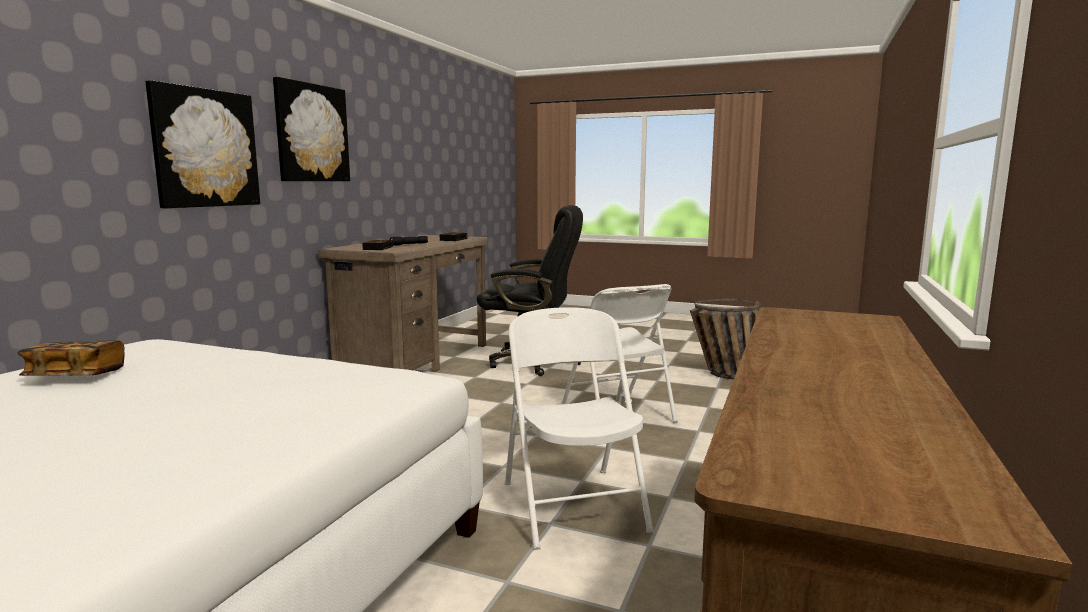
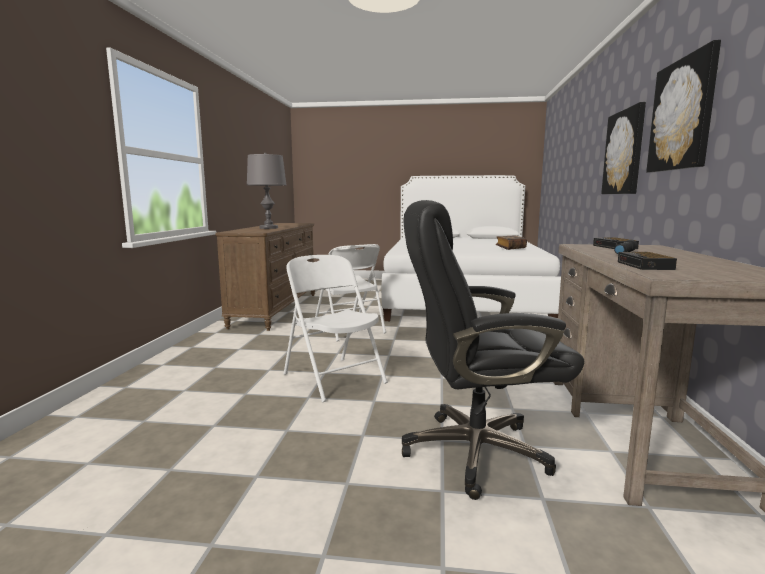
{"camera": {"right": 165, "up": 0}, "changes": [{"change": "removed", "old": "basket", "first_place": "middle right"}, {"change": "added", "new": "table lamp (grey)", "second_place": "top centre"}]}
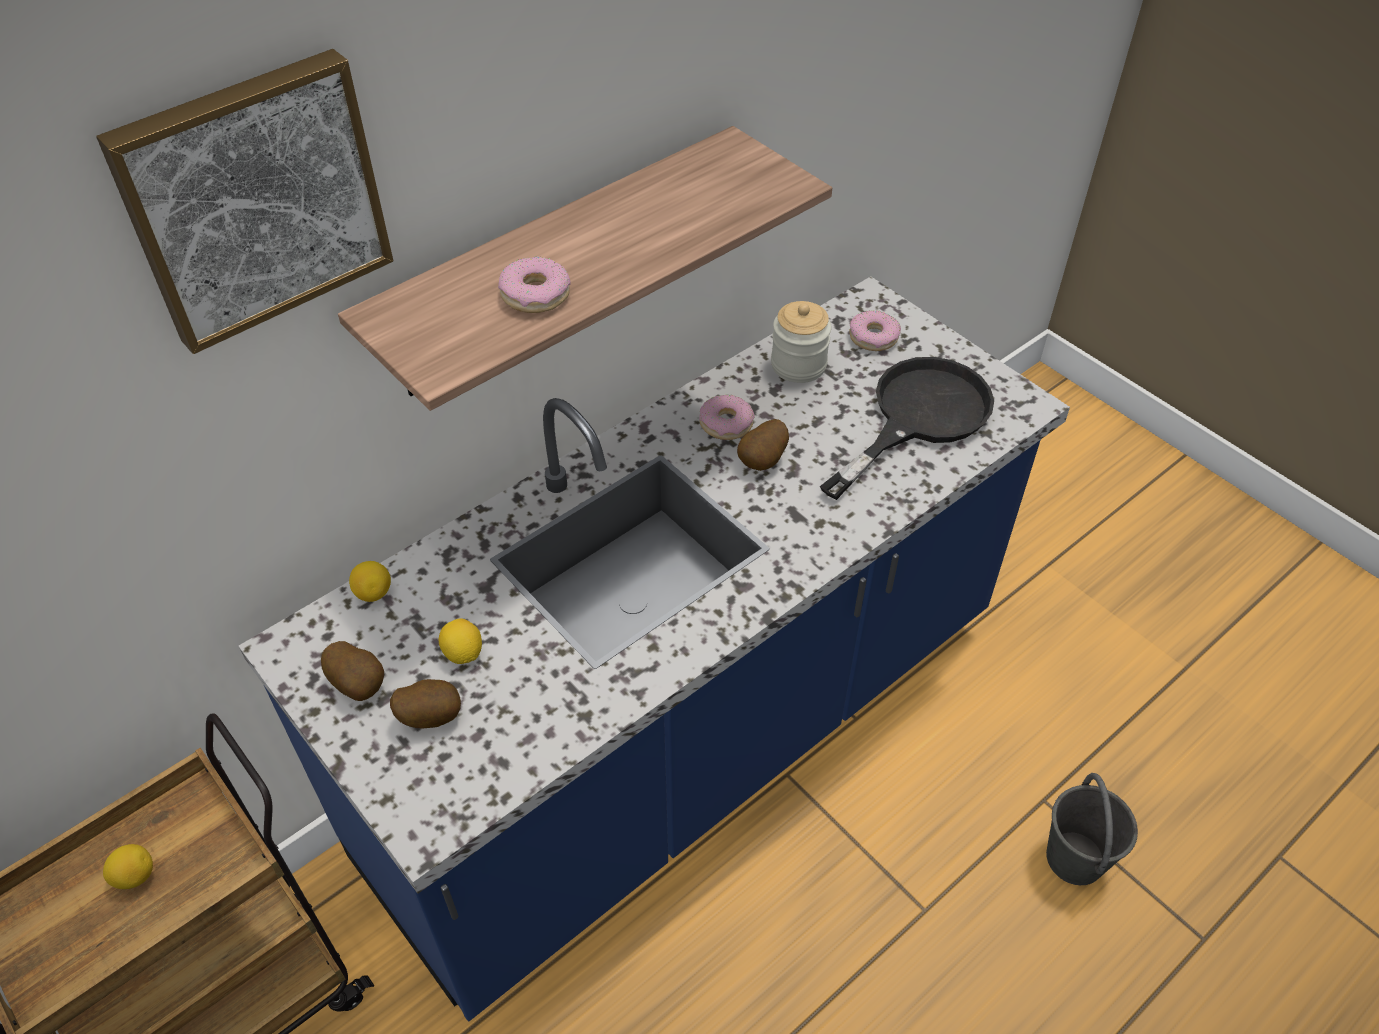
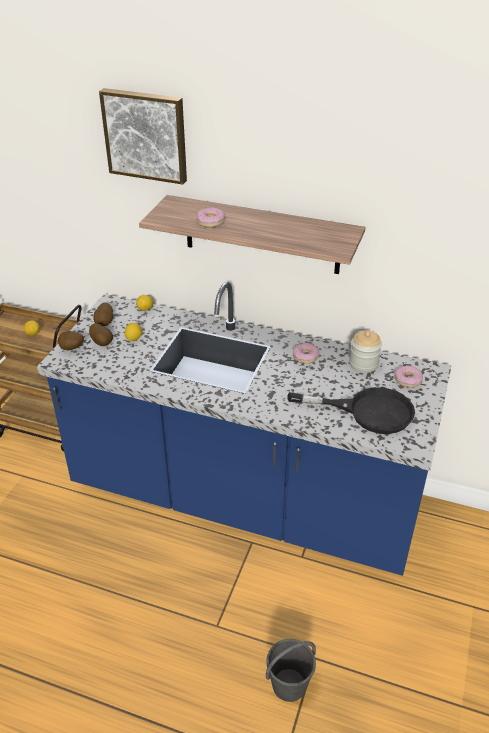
{"camera": {"right": 60, "up": -10}, "changes": [{"change": "moved", "old": "potato (3rd from left in the first image)", "new": "potato (1st from left)", "first_place": "centre", "second_place": "middle left"}]}
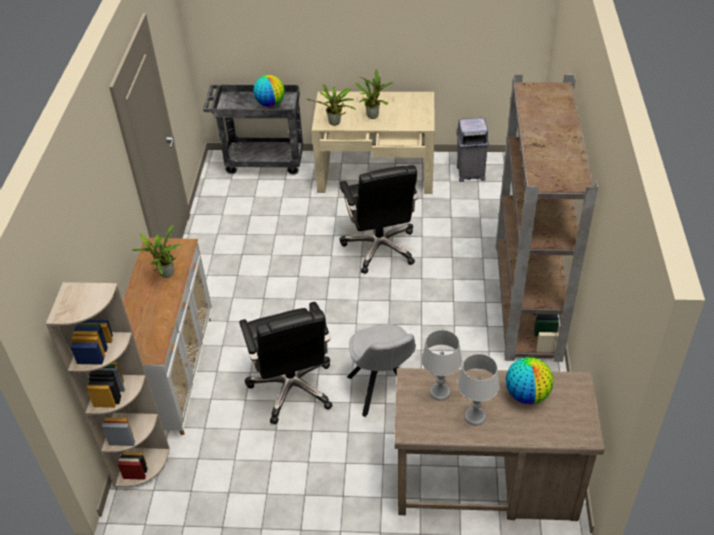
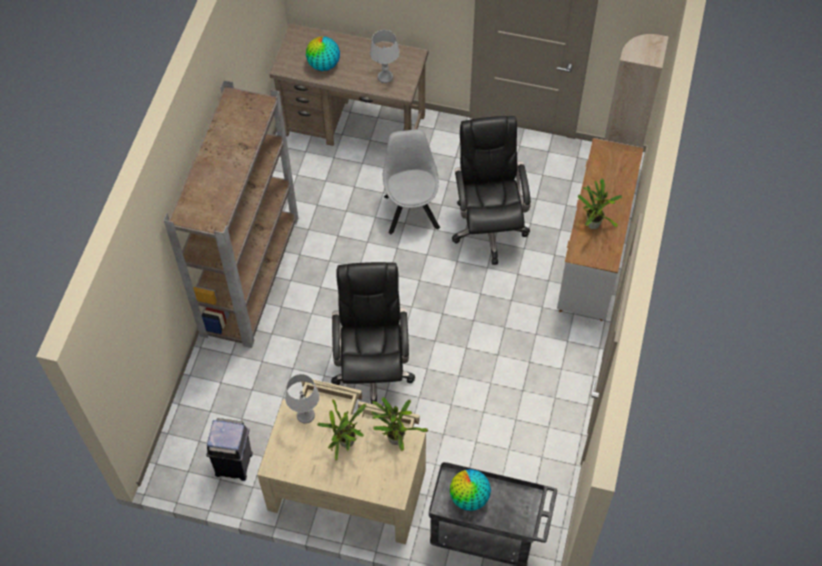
{"camera": {"right": -170, "up": 15}, "changes": [{"change": "moved", "old": "table lamp (grey) (2nd from left in the first image)", "new": "table lamp (grey) (1st from left)", "first_place": "bottom right", "second_place": "bottom centre"}]}
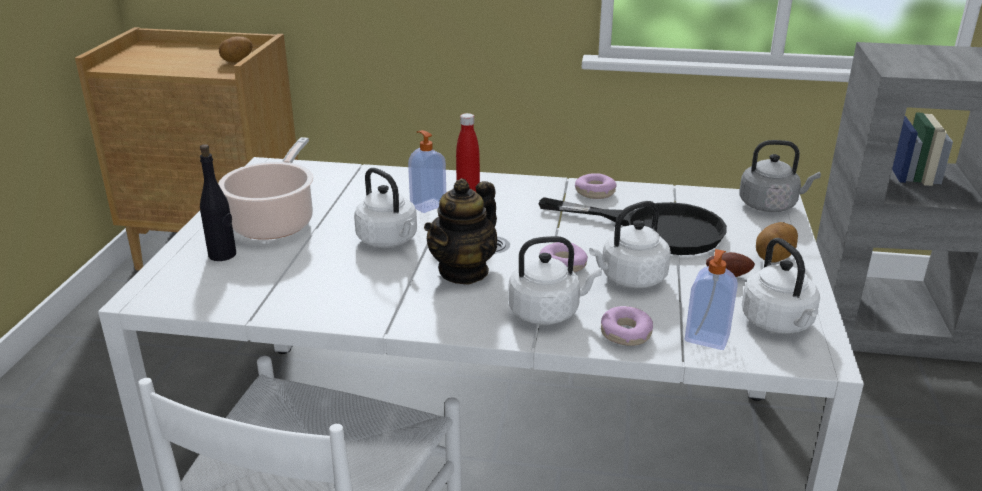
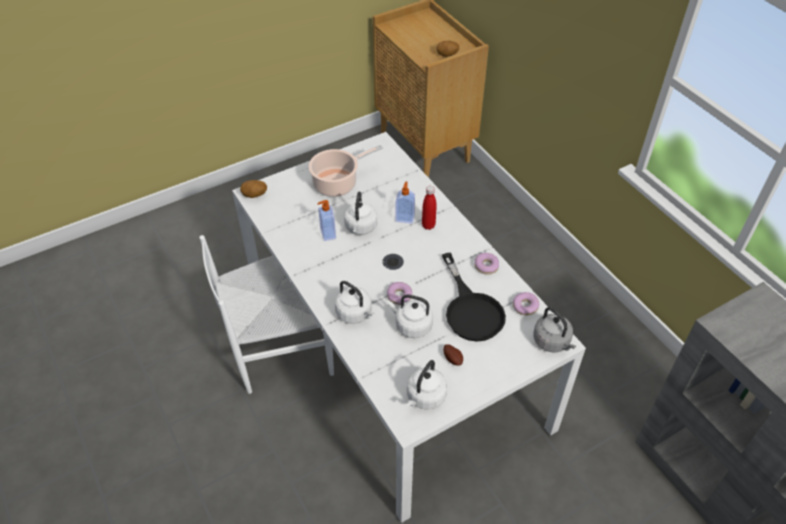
{"camera": {"right": 50, "up": 20}, "changes": [{"change": "removed", "old": "bottle (black)", "first_place": "middle left"}, {"change": "removed", "old": "teapot", "first_place": "centre"}, {"change": "moved", "old": "donut (3rd from left)", "first_place": "centre", "second_place": "middle right"}, {"change": "moved", "old": "soap dispenser (2nd from left in the first image)", "new": "soap dispenser (1st from left)", "first_place": "middle right", "second_place": "centre"}, {"change": "moved", "old": "potato (3rd from left in the first image)", "new": "potato (1st from left)", "first_place": "middle right", "second_place": "middle left"}]}
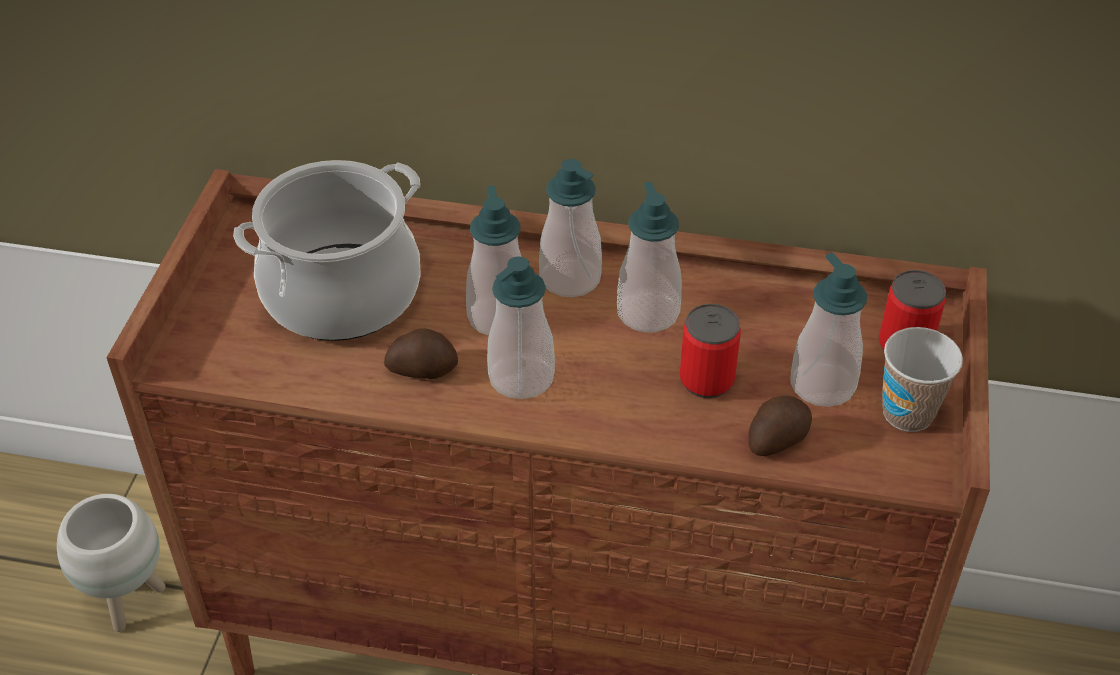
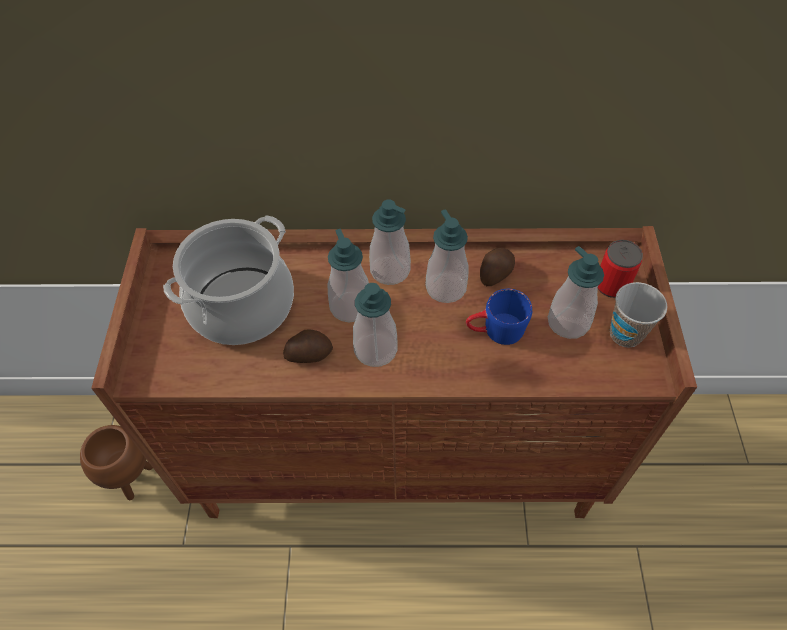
{"camera": {"right": -10, "up": 10}, "changes": [{"change": "recoloured", "old": "planter (white)", "new": "planter (brown)", "first_place": "bottom left", "second_place": "bottom left"}, {"change": "replaced", "old": "can (1st from left)", "new": "mug (blue)", "first_place": "centre", "second_place": "centre"}, {"change": "moved", "old": "potato (2nd from left)", "first_place": "middle right", "second_place": "centre"}]}
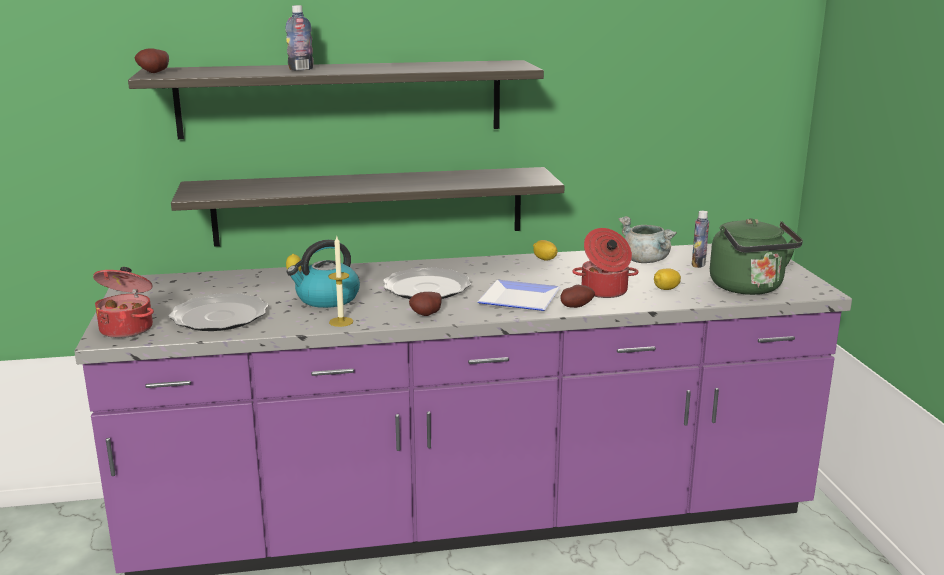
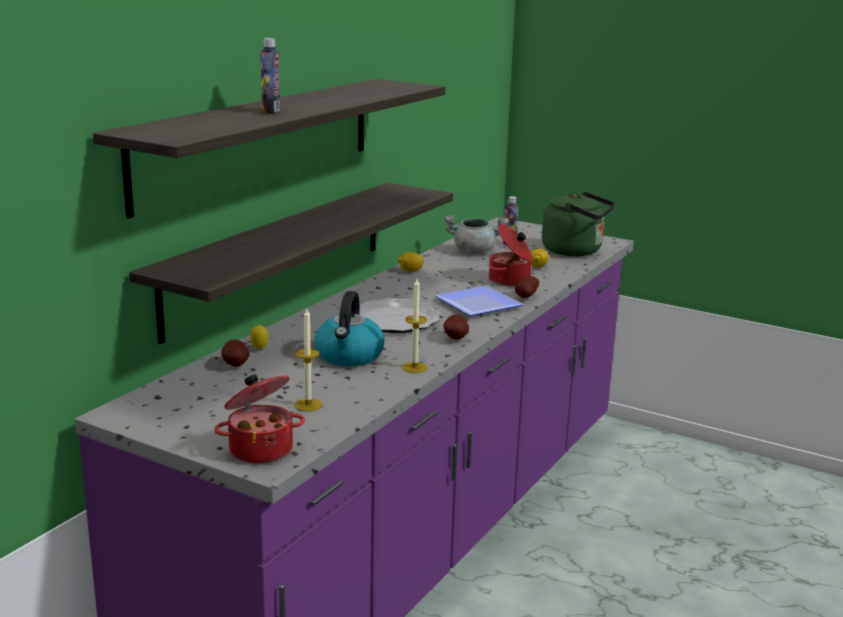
{"camera": {"right": -50, "up": 0}, "changes": [{"change": "moved", "old": "potato (1st from left)", "first_place": "top left", "second_place": "middle left"}, {"change": "replaced", "old": "plate (1st from left)", "new": "candle (1st from left)", "first_place": "middle left", "second_place": "centre"}]}
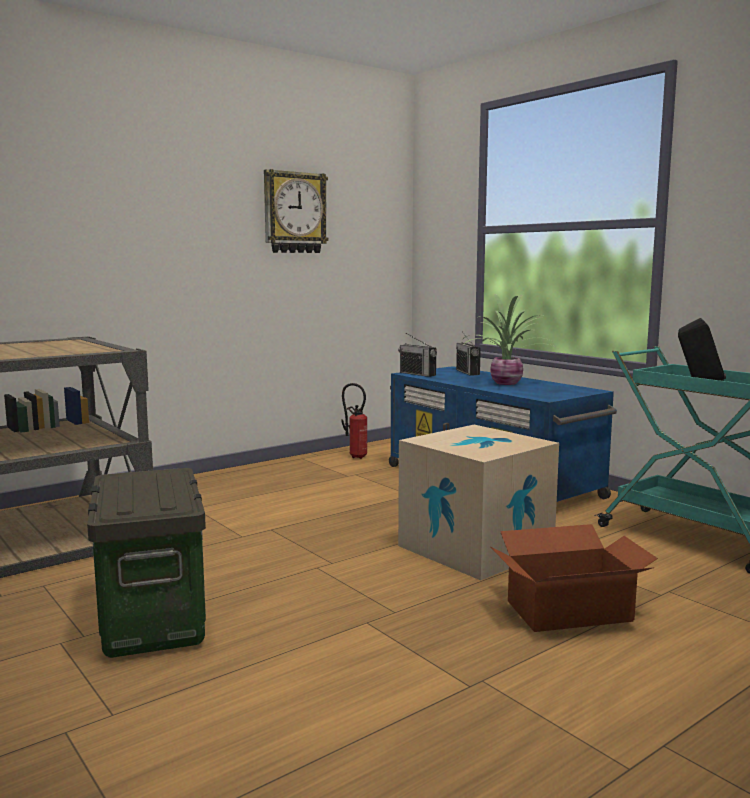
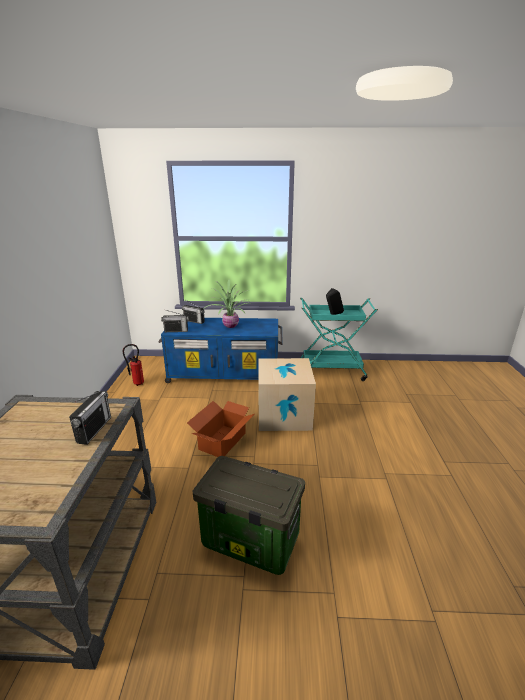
{"camera": {"right": -50, "up": 15}, "changes": [{"change": "removed", "old": "wall clock", "first_place": "top centre"}, {"change": "moved", "old": "cardboard box (2nd from left in the first image)", "new": "cardboard box (1st from left)", "first_place": "bottom right", "second_place": "centre"}, {"change": "added", "new": "radio (1st from left)", "second_place": "middle left"}]}
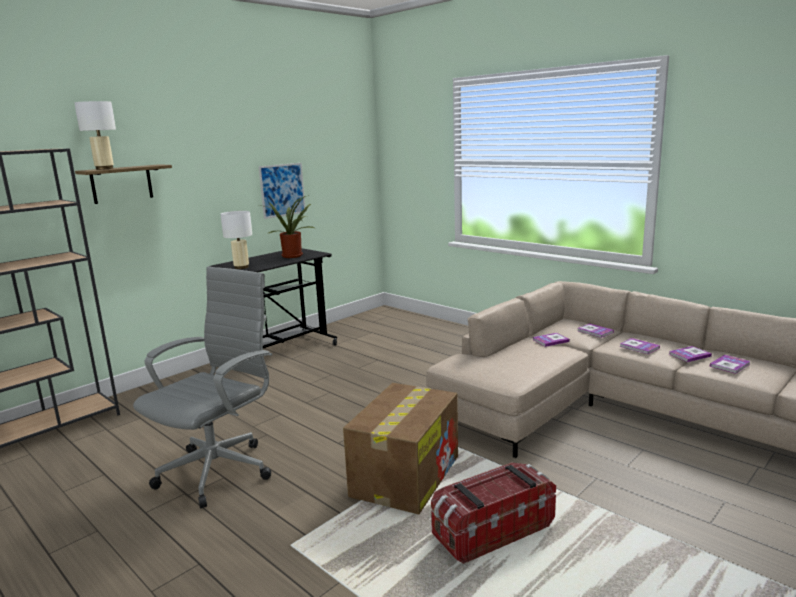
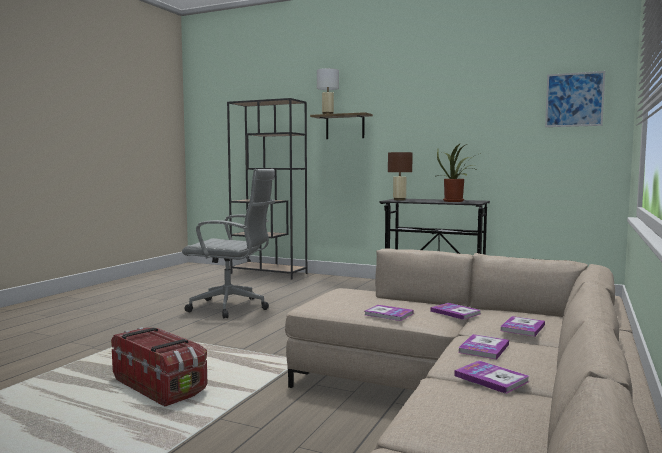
{"camera": {"right": 70, "up": -10}, "changes": [{"change": "recoloured", "old": "table lamp (white) (2nd from left)", "new": "table lamp (brown)", "first_place": "middle left", "second_place": "centre"}, {"change": "moved", "old": "picture", "first_place": "top centre", "second_place": "top right"}, {"change": "removed", "old": "cardboard box", "first_place": "bottom centre"}, {"change": "moved", "old": "book (5th from left in the first image)", "new": "book (1st from left)", "first_place": "middle right", "second_place": "bottom centre"}]}
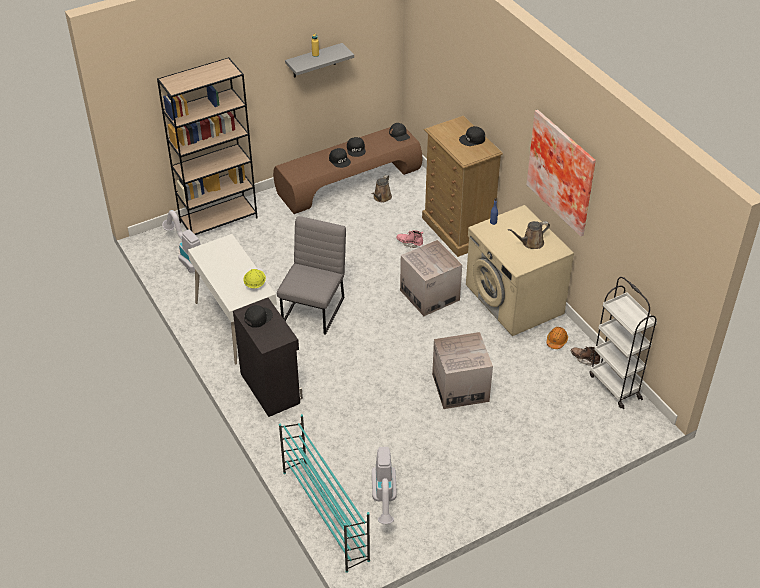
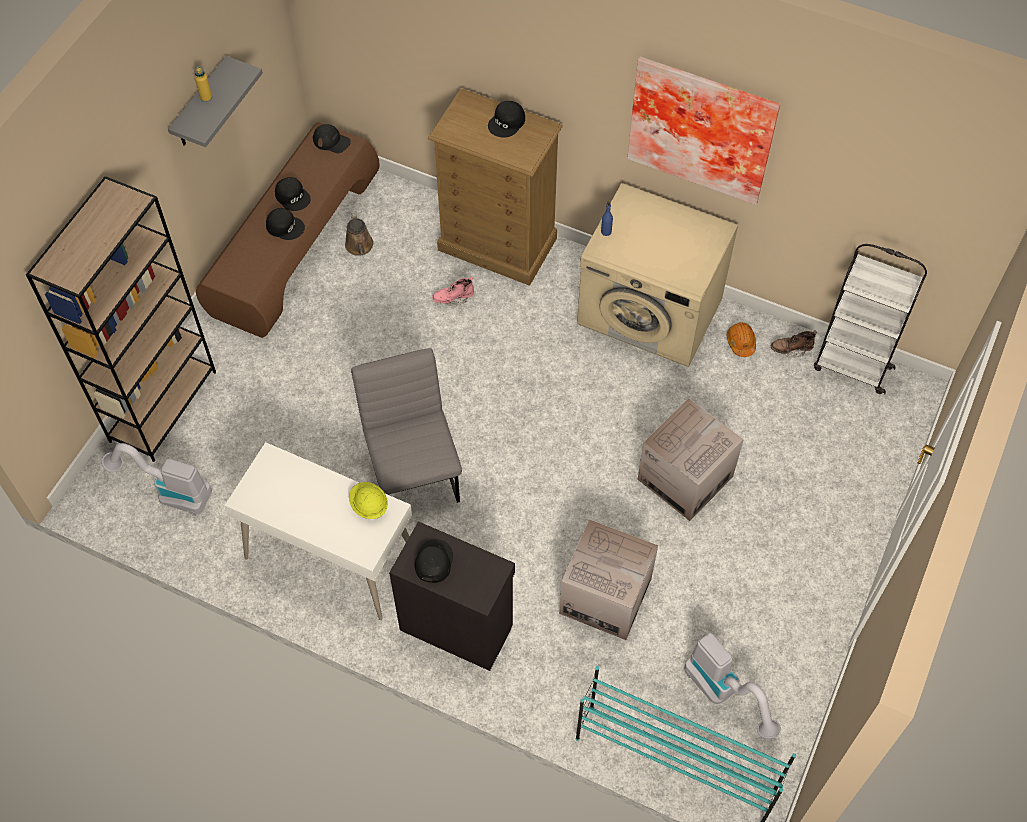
{"camera": {"right": -35, "up": 15}, "changes": [{"change": "moved", "old": "cardboard box (1st from left)", "first_place": "centre", "second_place": "bottom centre"}, {"change": "removed", "old": "watering can (brown) (2nd from left)", "first_place": "middle right"}]}
